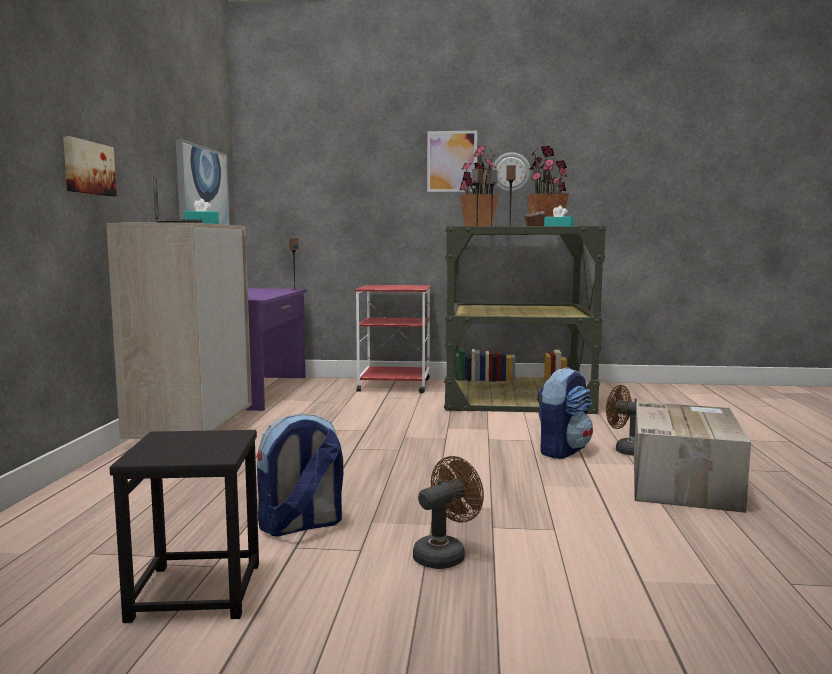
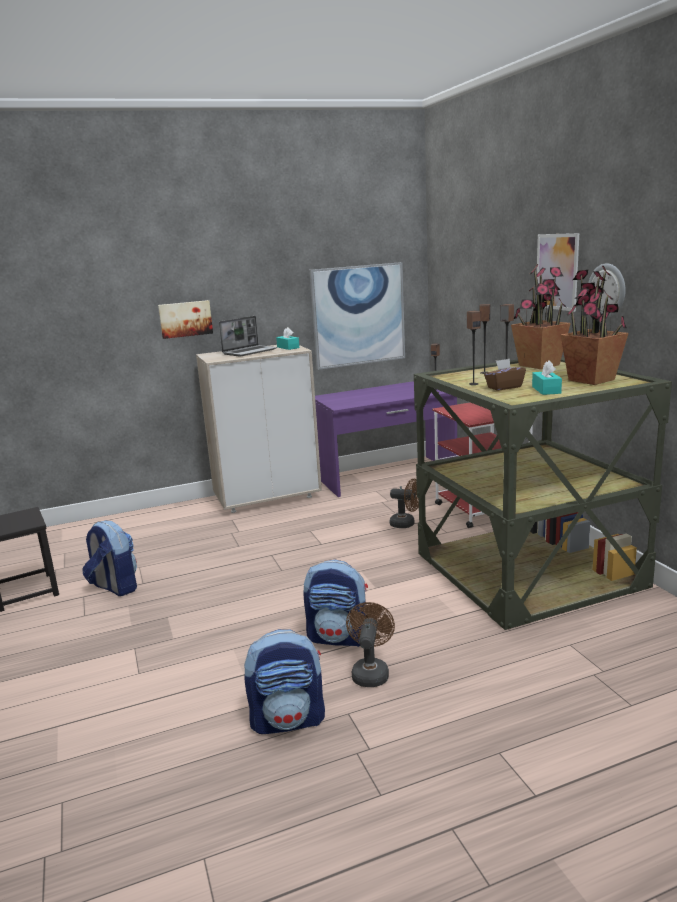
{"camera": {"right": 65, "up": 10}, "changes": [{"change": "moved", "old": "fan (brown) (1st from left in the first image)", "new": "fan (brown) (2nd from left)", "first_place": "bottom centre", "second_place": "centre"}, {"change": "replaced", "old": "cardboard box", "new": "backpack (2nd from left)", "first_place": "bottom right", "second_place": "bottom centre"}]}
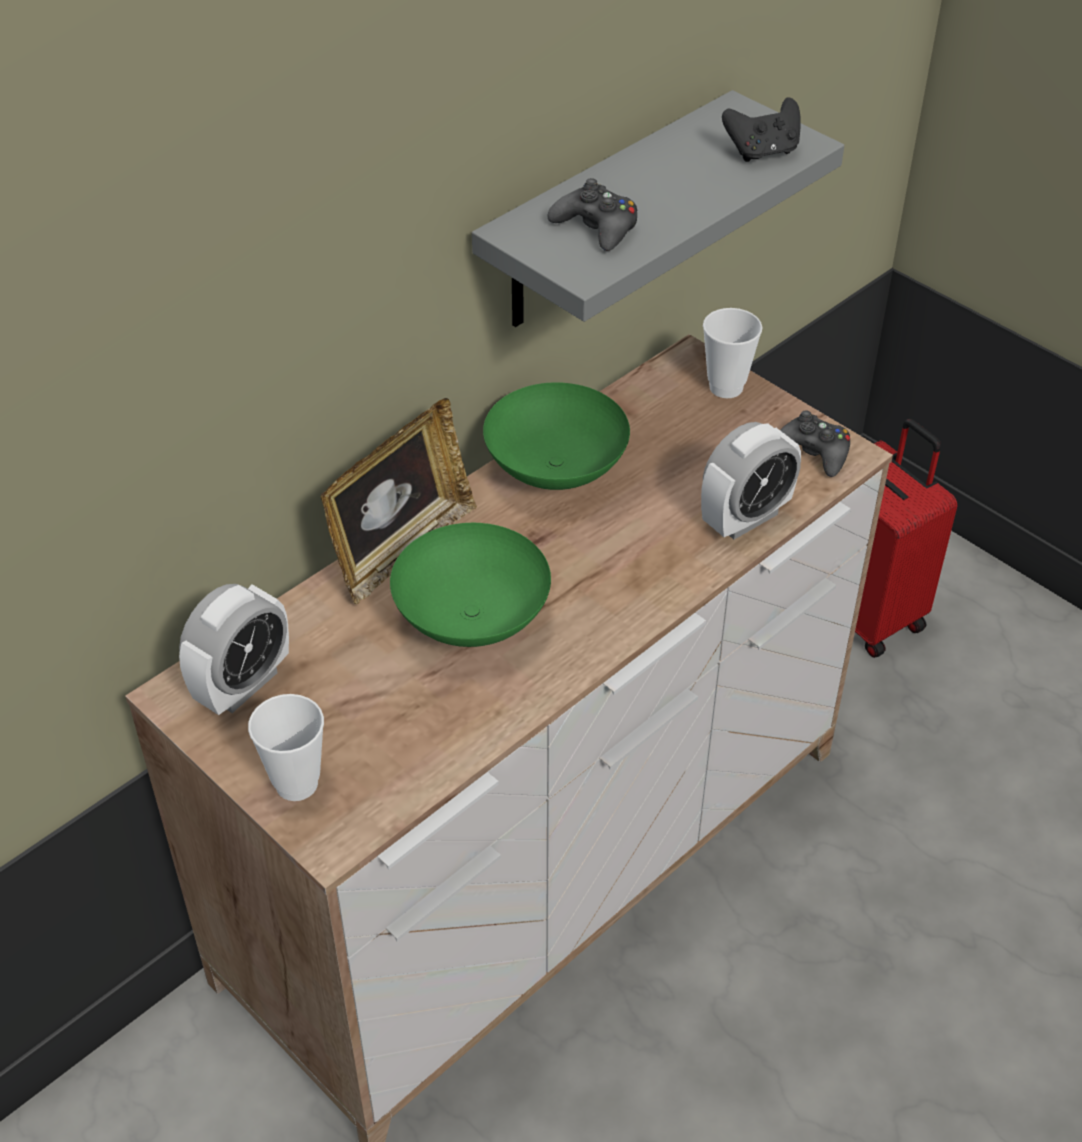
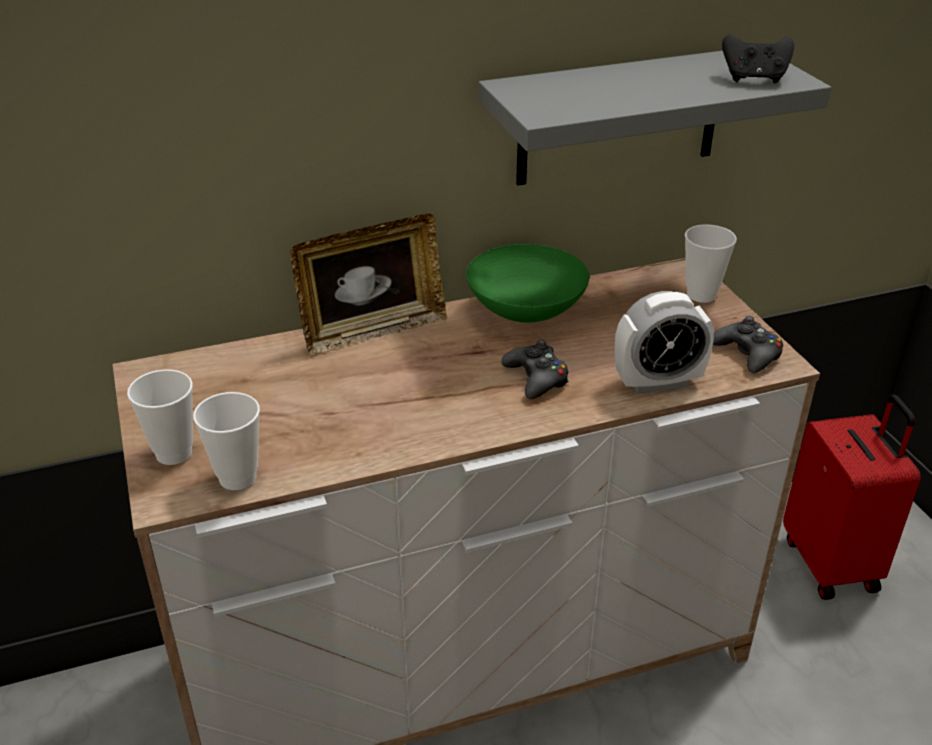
{"camera": {"right": 25, "up": -10}, "changes": [{"change": "removed", "old": "alarm clock (1st from left)", "first_place": "middle left"}, {"change": "removed", "old": "bowl (green) (1st from left)", "first_place": "centre"}, {"change": "moved", "old": "game controller (black) (1st from left)", "first_place": "top centre", "second_place": "centre"}, {"change": "added", "new": "cup (2nd from left)", "second_place": "middle left"}]}
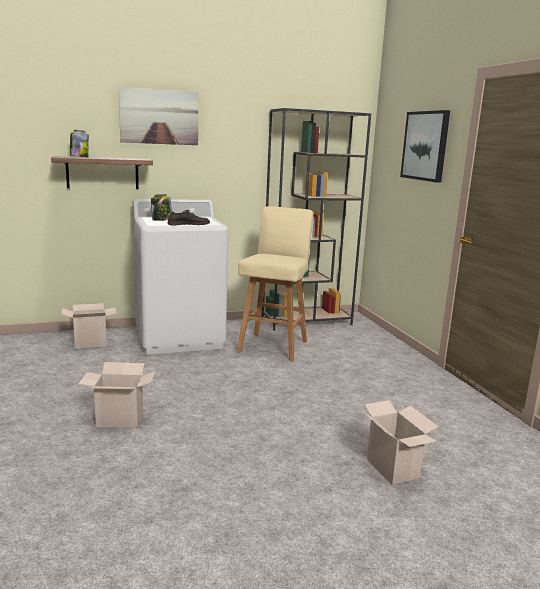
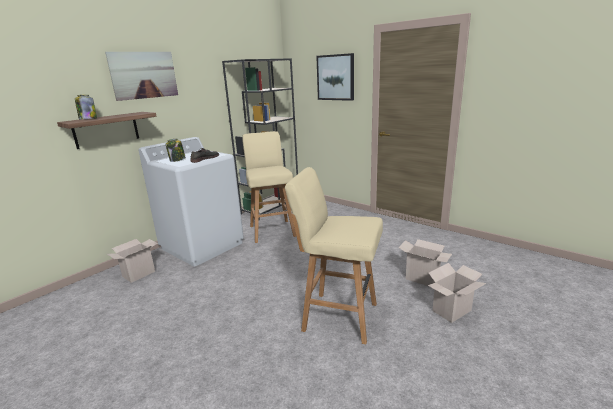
{"camera": {"right": -30, "up": 5}, "changes": [{"change": "moved", "old": "cardboard box (2nd from left in the first image)", "new": "cardboard box (3rd from left)", "first_place": "bottom left", "second_place": "bottom right"}, {"change": "added", "new": "stool (beige) (2nd from left)", "second_place": "centre"}]}
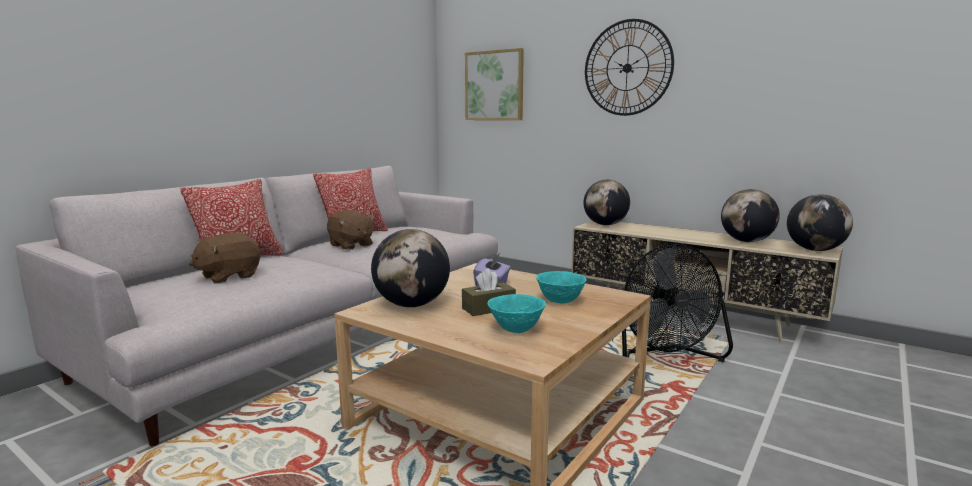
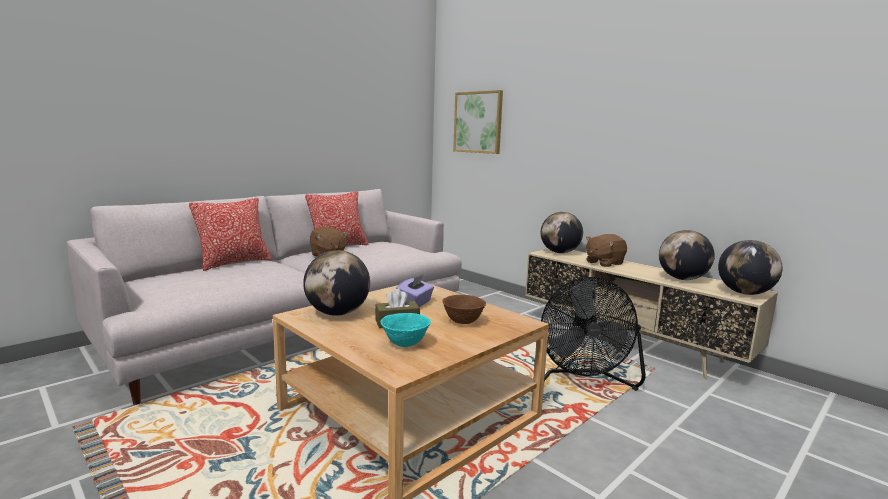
{"camera": {"right": 10, "up": 0}, "changes": [{"change": "moved", "old": "plush toy (brown) (1st from left in the first image)", "new": "plush toy (brown) (2nd from left)", "first_place": "middle left", "second_place": "middle right"}, {"change": "recoloured", "old": "bowl (turquoise) (2nd from left)", "new": "bowl (brown)", "first_place": "centre", "second_place": "centre"}, {"change": "removed", "old": "wall clock", "first_place": "top centre"}]}
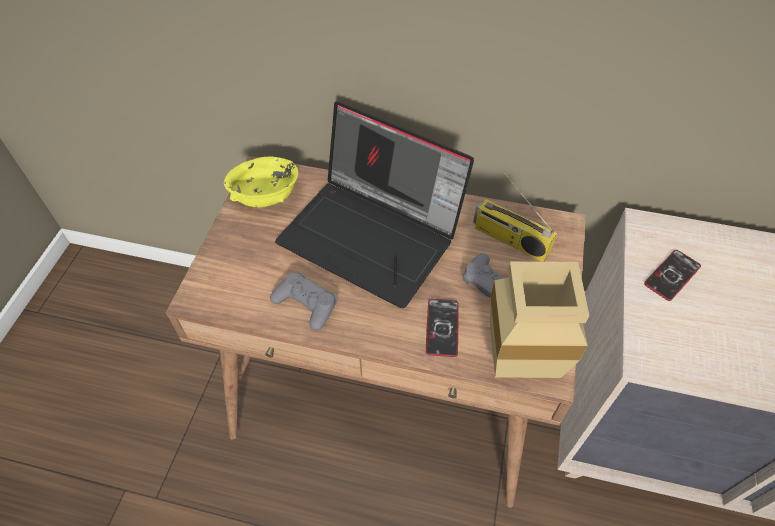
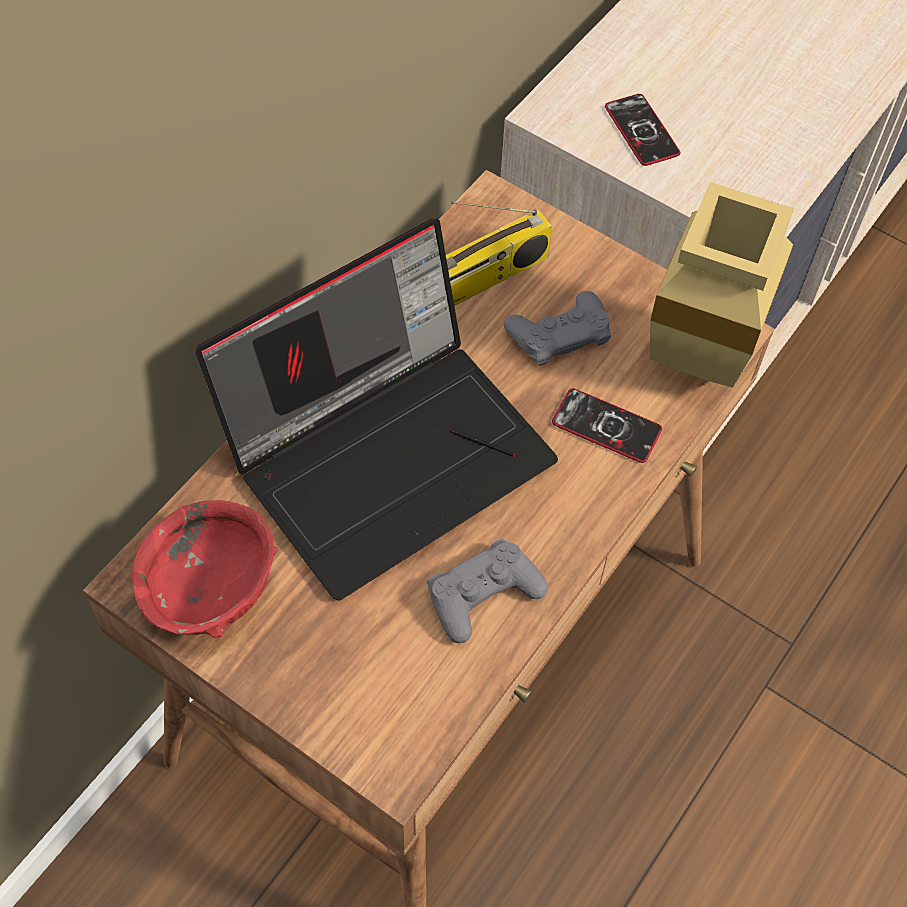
{"camera": {"right": -70, "up": 5}, "changes": [{"change": "recoloured", "old": "bowl (yellow)", "new": "bowl (red)", "first_place": "centre", "second_place": "middle left"}]}
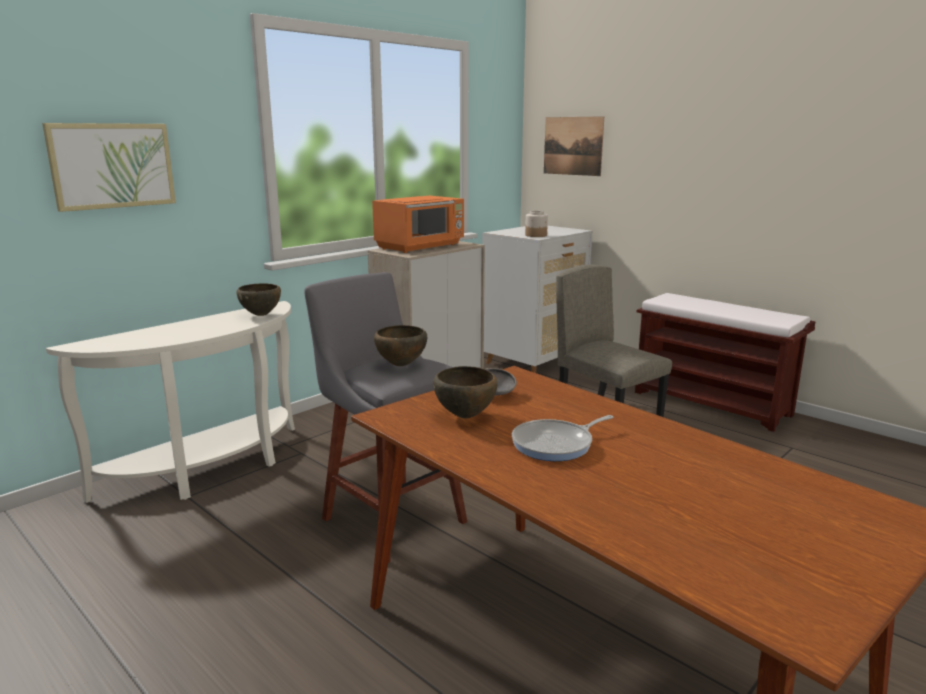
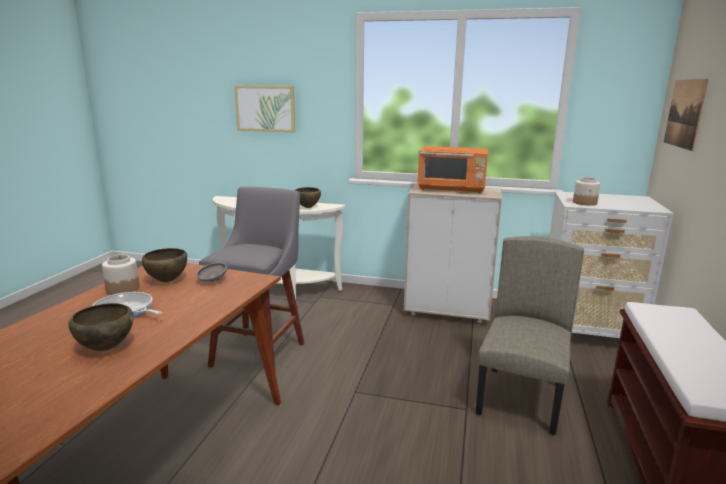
{"camera": {"right": 60, "up": 0}, "changes": [{"change": "moved", "old": "bowl (brown) (2nd from left in the first image)", "new": "bowl (brown) (1st from left)", "first_place": "centre", "second_place": "bottom left"}, {"change": "added", "new": "jar (1st from left)", "second_place": "middle left"}]}
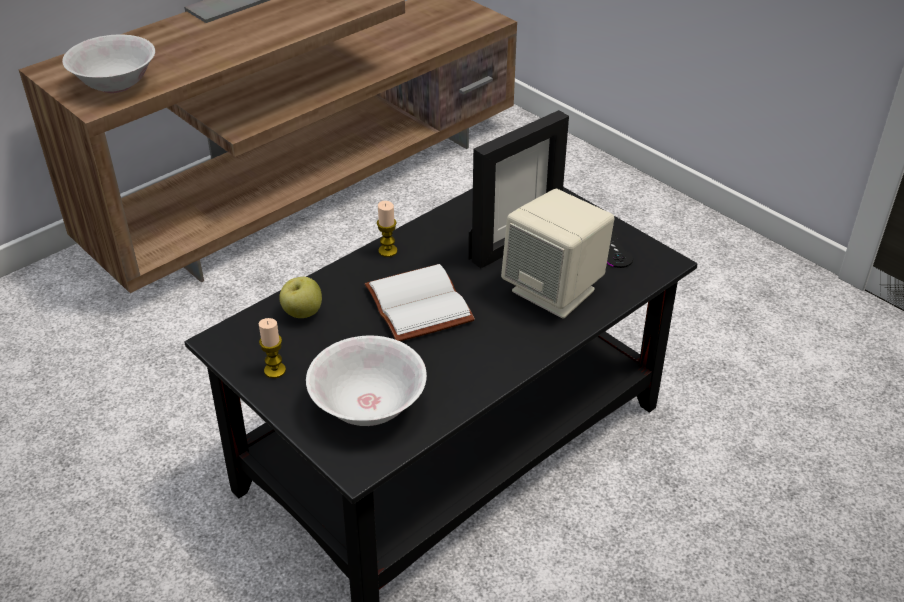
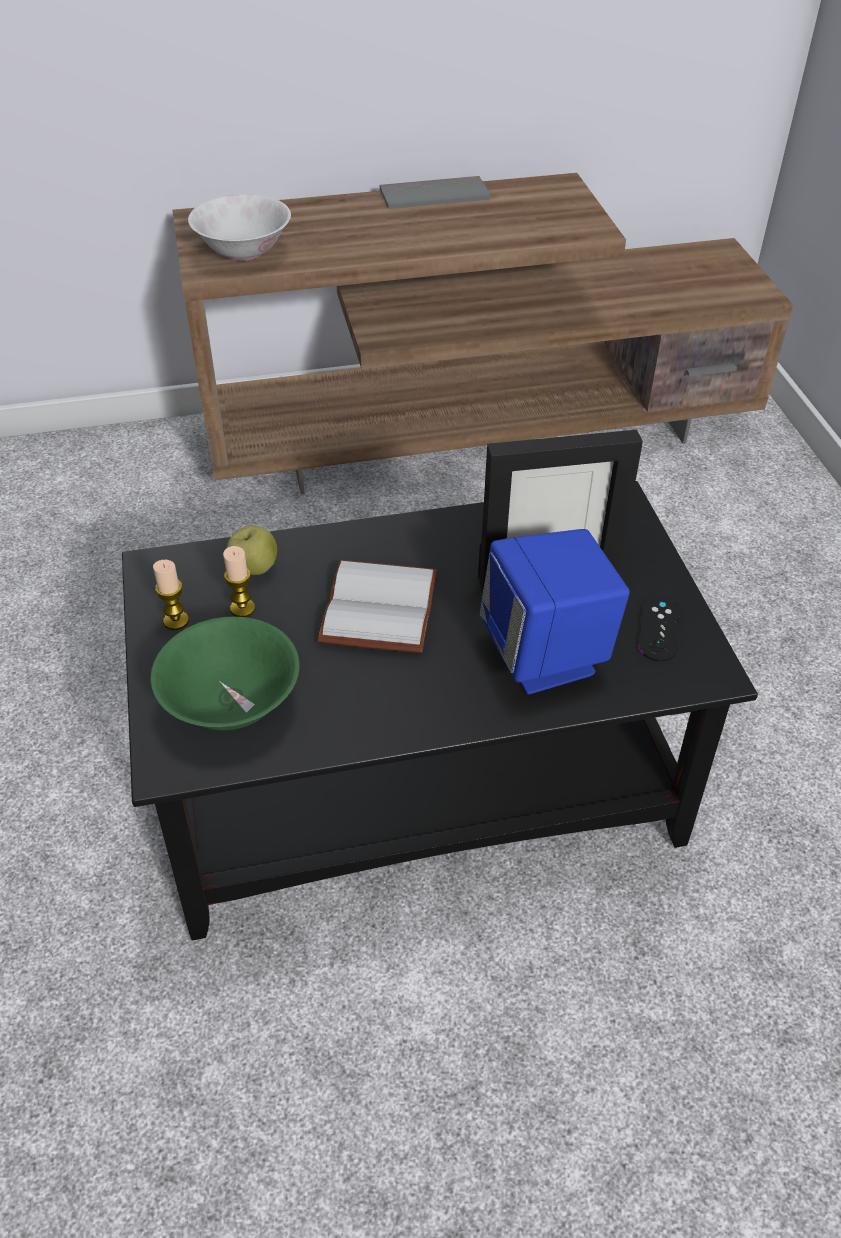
{"camera": {"right": 30, "up": 5}, "changes": [{"change": "recoloured", "old": "bowl (white) (2nd from left)", "new": "bowl (green)", "first_place": "centre", "second_place": "middle left"}, {"change": "moved", "old": "candle (2nd from left)", "first_place": "centre", "second_place": "middle left"}, {"change": "recoloured", "old": "speaker (beige)", "new": "speaker (blue)", "first_place": "centre", "second_place": "centre"}]}
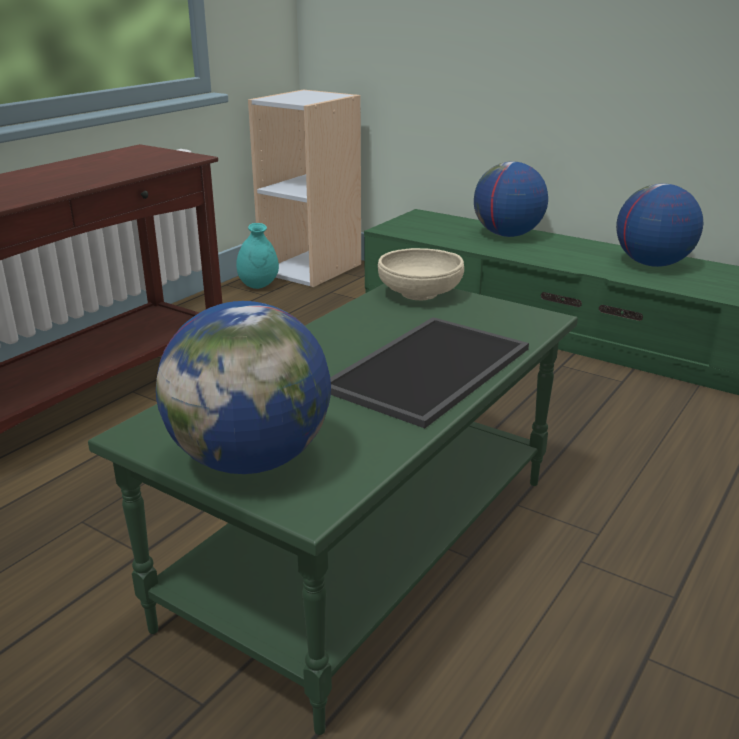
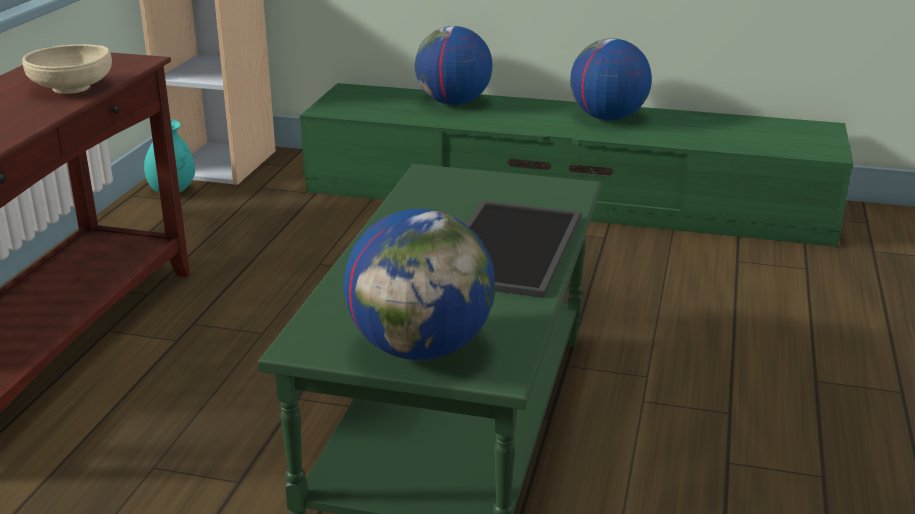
{"camera": {"right": -20, "up": 0}, "changes": [{"change": "moved", "old": "bowl (beige)", "first_place": "centre", "second_place": "top left"}]}
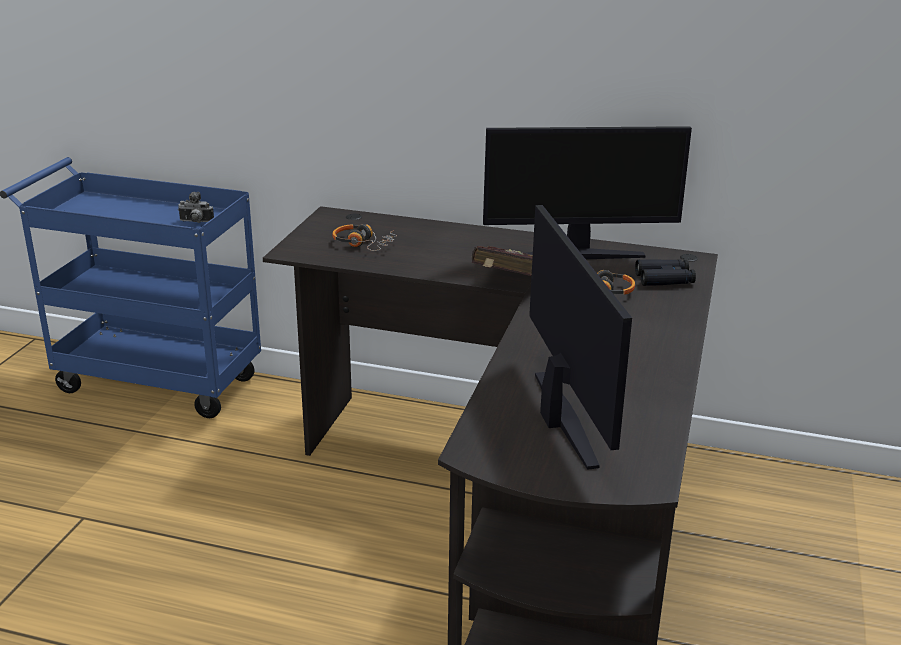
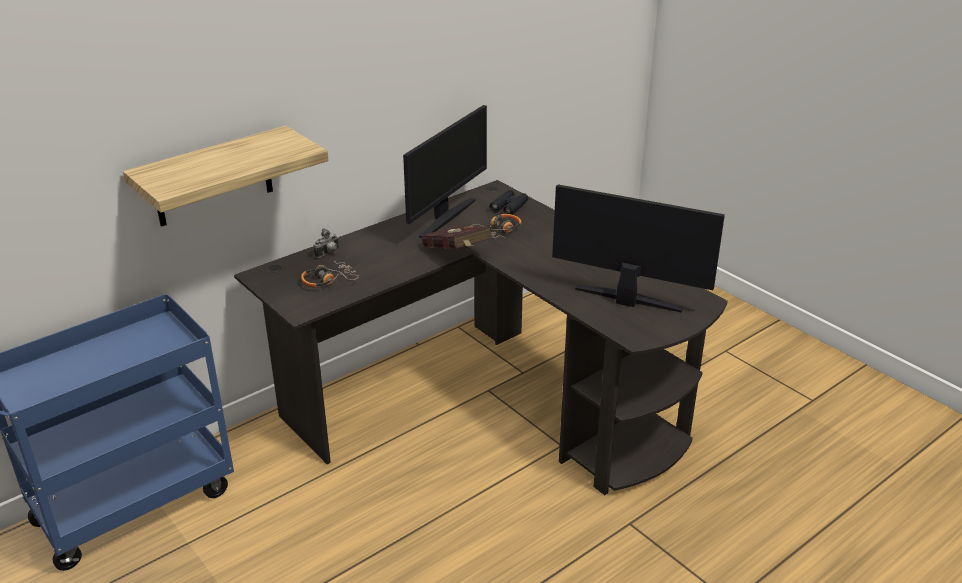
{"camera": {"right": -55, "up": 5}, "changes": [{"change": "moved", "old": "photo camera", "first_place": "top left", "second_place": "centre"}, {"change": "added", "new": "shelf", "second_place": "top left"}]}
